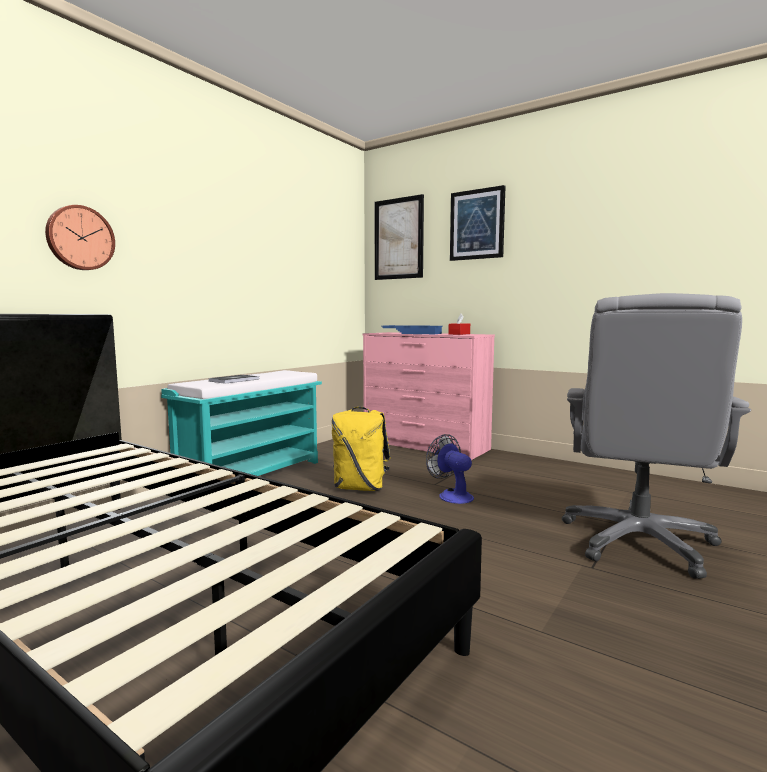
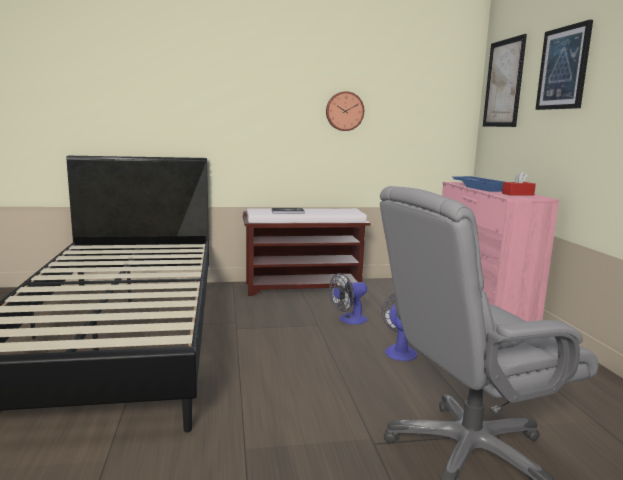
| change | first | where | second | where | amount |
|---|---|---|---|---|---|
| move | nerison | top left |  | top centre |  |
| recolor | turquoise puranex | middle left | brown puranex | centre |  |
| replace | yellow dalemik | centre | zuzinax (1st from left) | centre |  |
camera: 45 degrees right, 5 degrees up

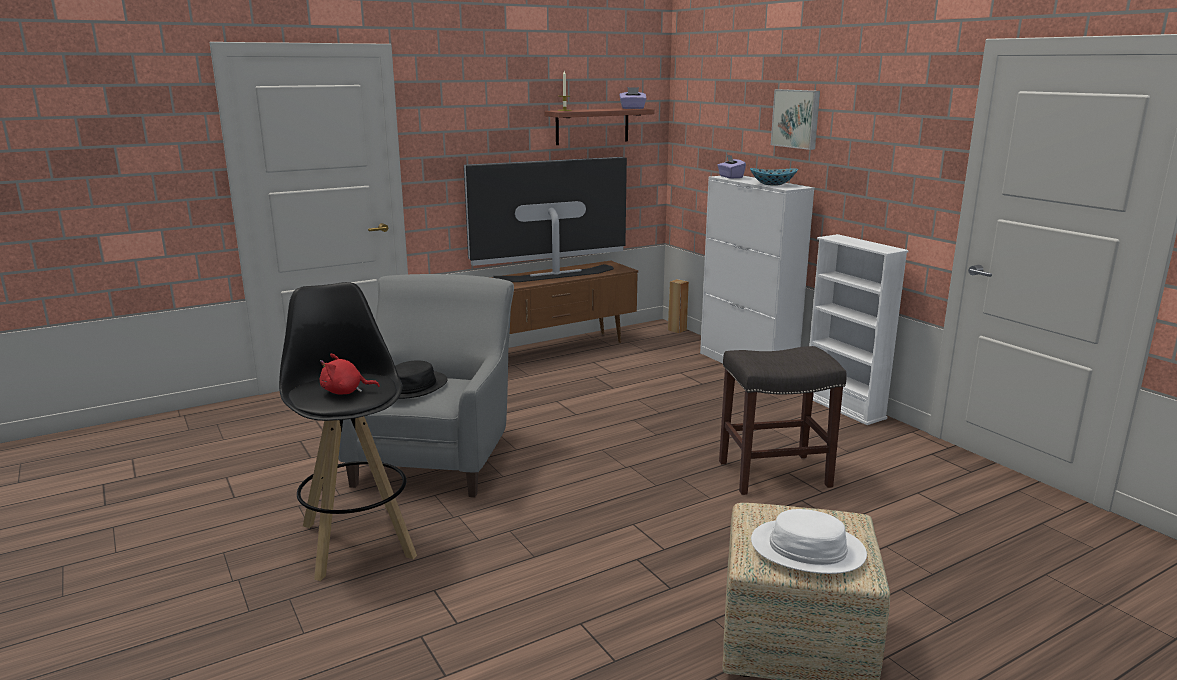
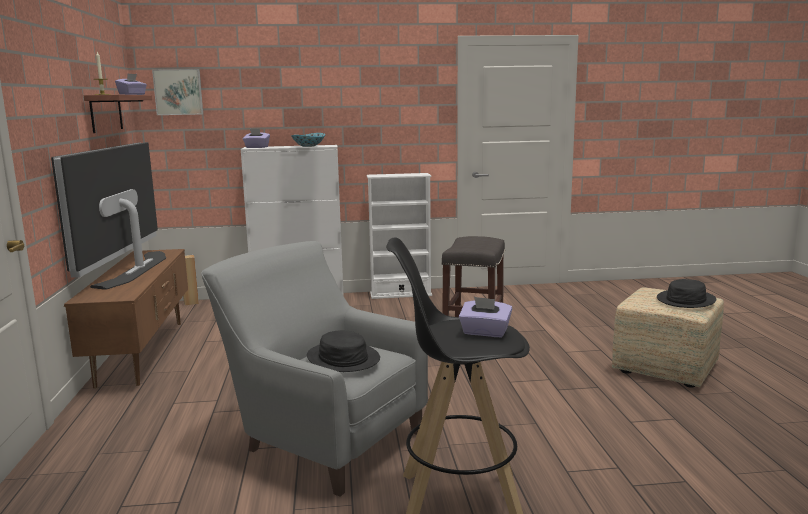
| change | first | where | second | where | amount |
|---|---|---|---|---|---|
| move | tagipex | top right |  | top left |  |
| replace | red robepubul | middle left | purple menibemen (3rd from left) | centre |  |
| recolor | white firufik | bottom right | black firufik (2nd from left) | middle right |  |
camera: 65 degrees left, 5 degrees down

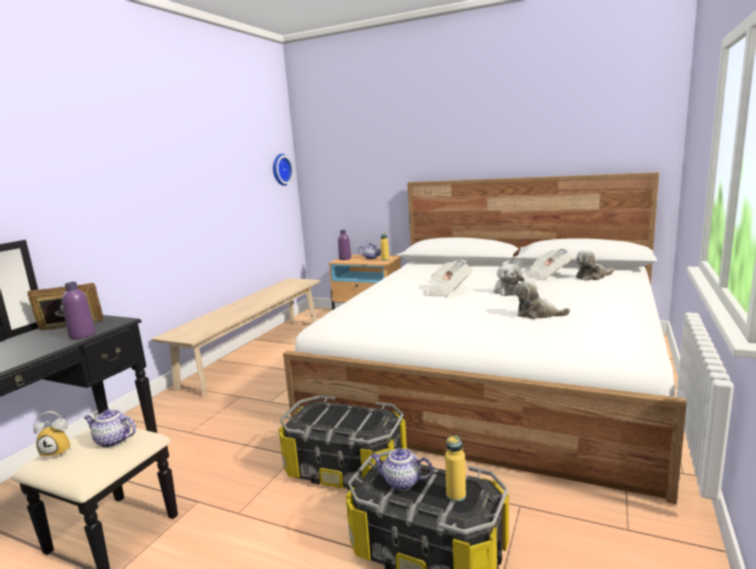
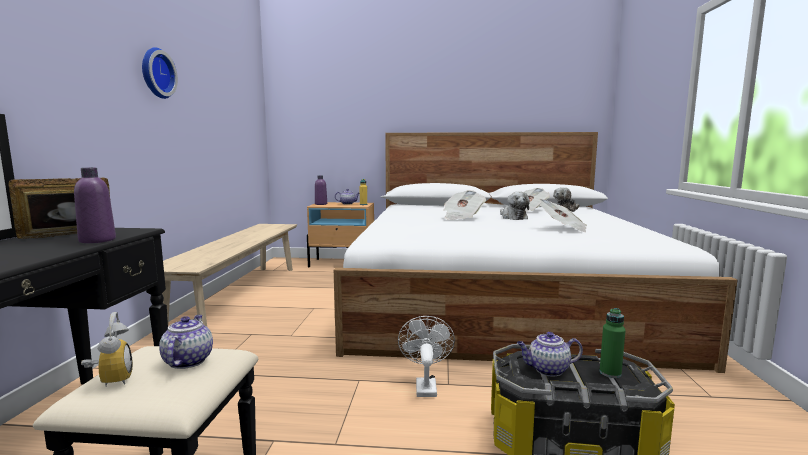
| change | first | where | second | where | amount |
|---|---|---|---|---|---|
| move | nerison | top centre |  | top left |  |
| replace | robepubul (2nd from left) | middle right | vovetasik (3rd from left) | middle right |  |
| replace | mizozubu (1st from left) | bottom centre | white zuzinax | bottom centre |  |
| rotate | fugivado (1st from left) | bottom left |  | bottom left | 90 degrees clockwise |
| rotate | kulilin | bottom left |  | bottom left | 90 degrees counterclockwise |
| recolor | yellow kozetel (2nd from left) | bottom centre | green kozetel | bottom right |  |
camera: 20 degrees left, 5 degrees down

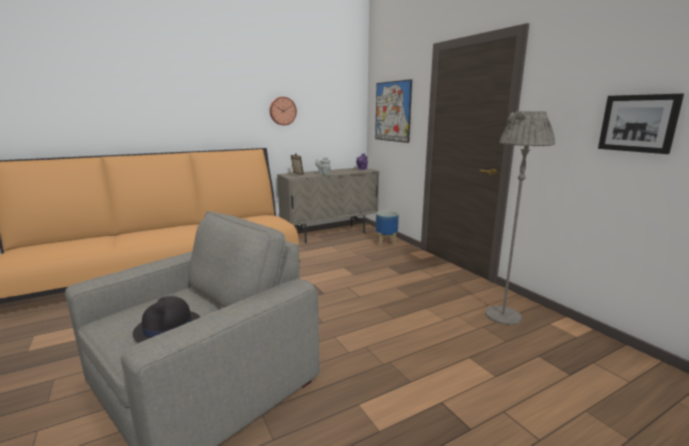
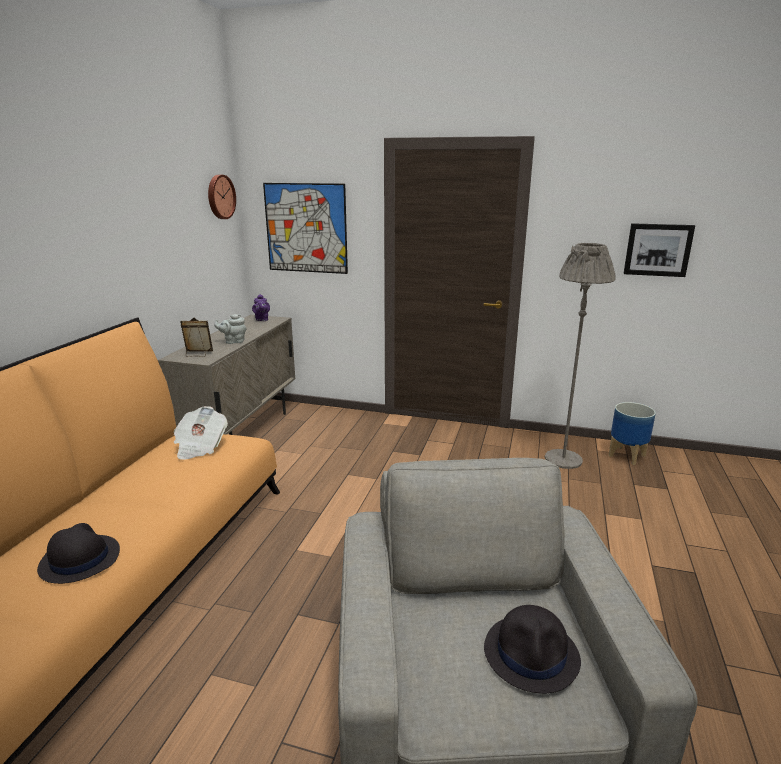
| change | first | where | second | where | amount |
|---|---|---|---|---|---|
| move | nerison | top centre |  | top left |  |
| move | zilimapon | centre |  | middle right |  |
| insert |  |  | vovetasik | middle left |  |
| insert |  |  | black firufik (1st from left) | bottom left |  |
camera: 45 degrees left, 5 degrees up

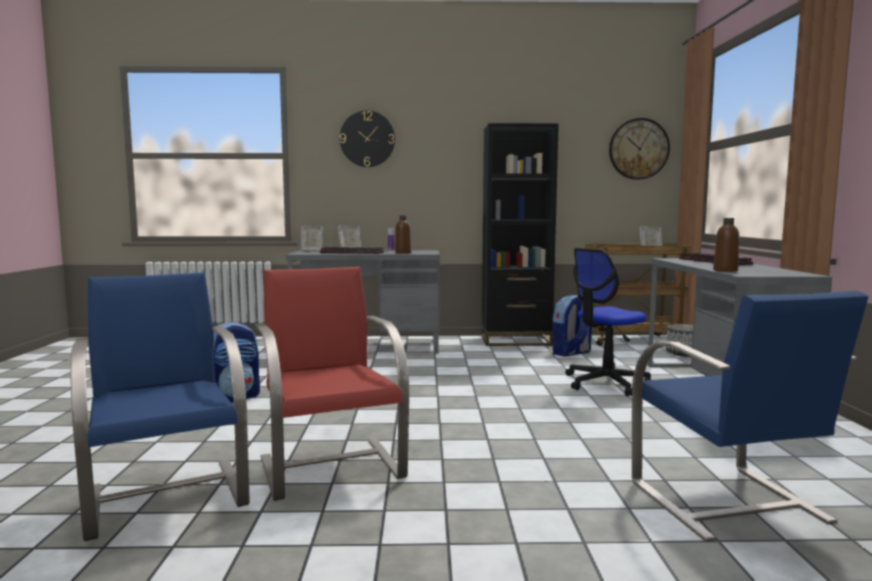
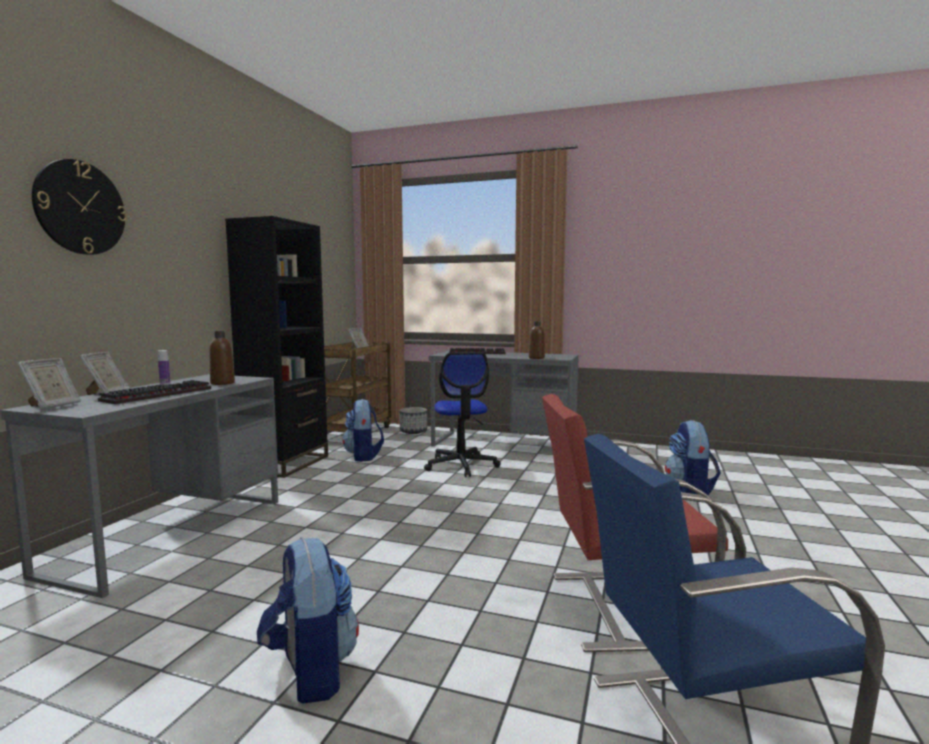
| change | first | where | second | where | amount |
|---|---|---|---|---|---|
| delete | nerison (2nd from left) | top right |  |  |  |
| replace | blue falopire (2nd from left) | bottom right | dalemik (3rd from left) | middle right |  |
camera: 70 degrees left, 0 degrees up

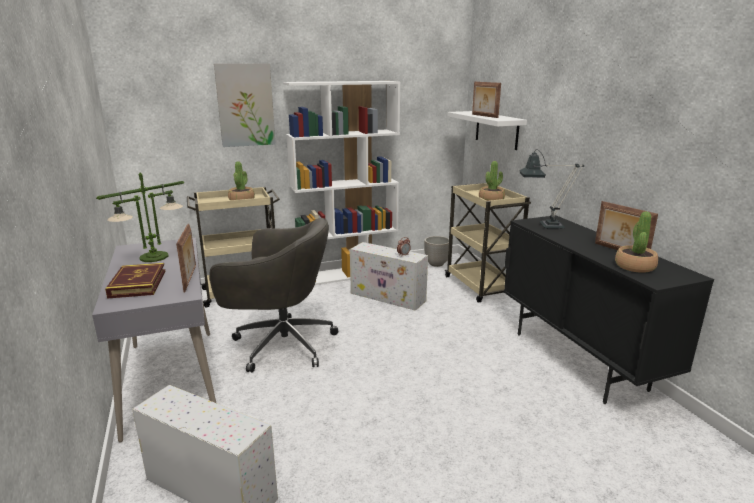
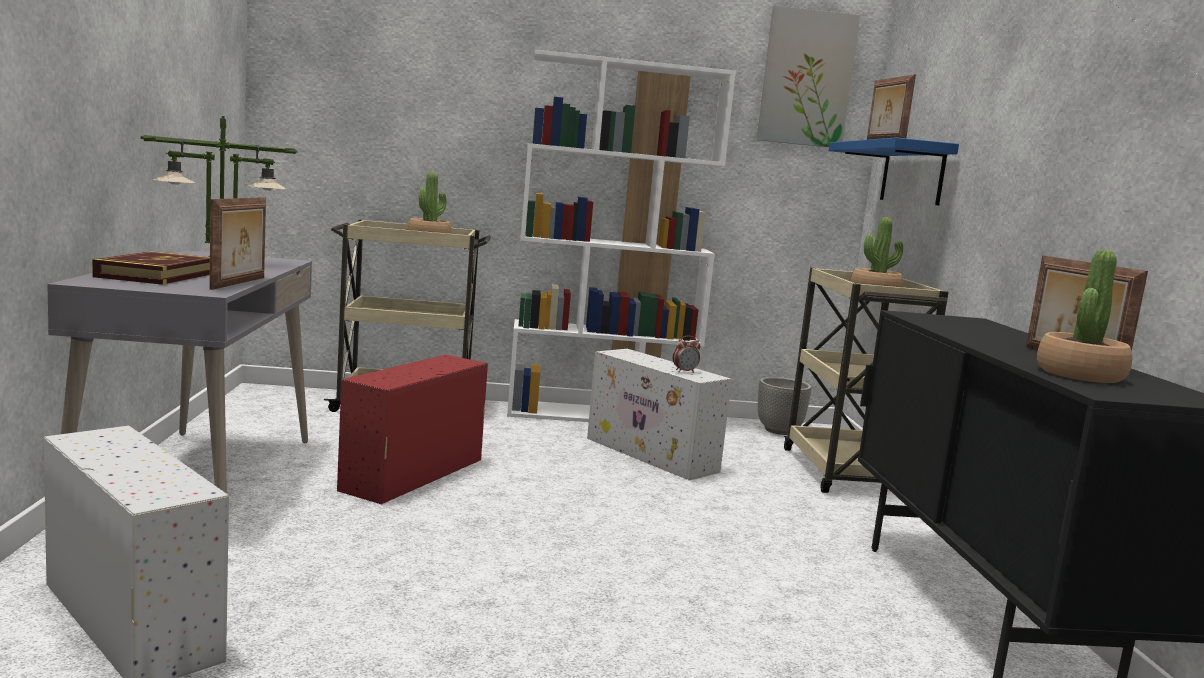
| change | first | where | second | where | amount |
|---|---|---|---|---|---|
| move | tagipex | top left |  | top right |  |
| recolor | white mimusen | top centre | blue mimusen | top right |  |
| delete | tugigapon (2nd from left) | middle right |  |  |  |
| replace | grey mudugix | centre | red mizozubu | centre |  |
camera: 15 degrees right, 10 degrees down

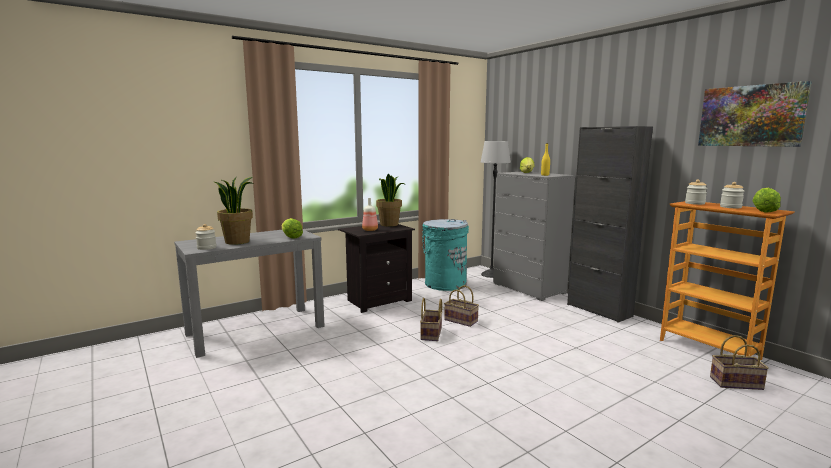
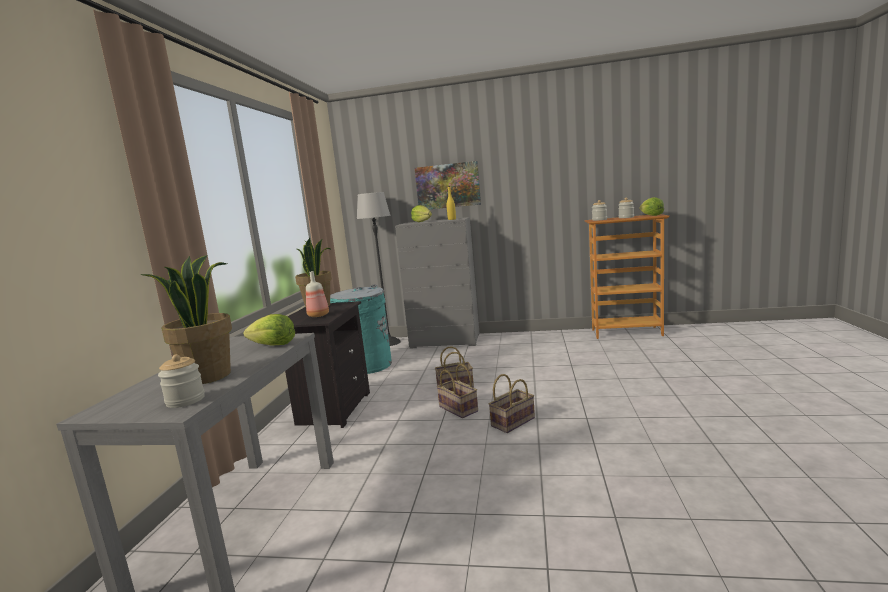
| change | first | where | second | where | amount |
|---|---|---|---|---|---|
| move | tagipex | top right |  | top centre |  |
| delete | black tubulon | middle right |  |  |  |
| move | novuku (3rd from left) | bottom right |  | bottom centre |  |
camera: 45 degrees left, 0 degrees up

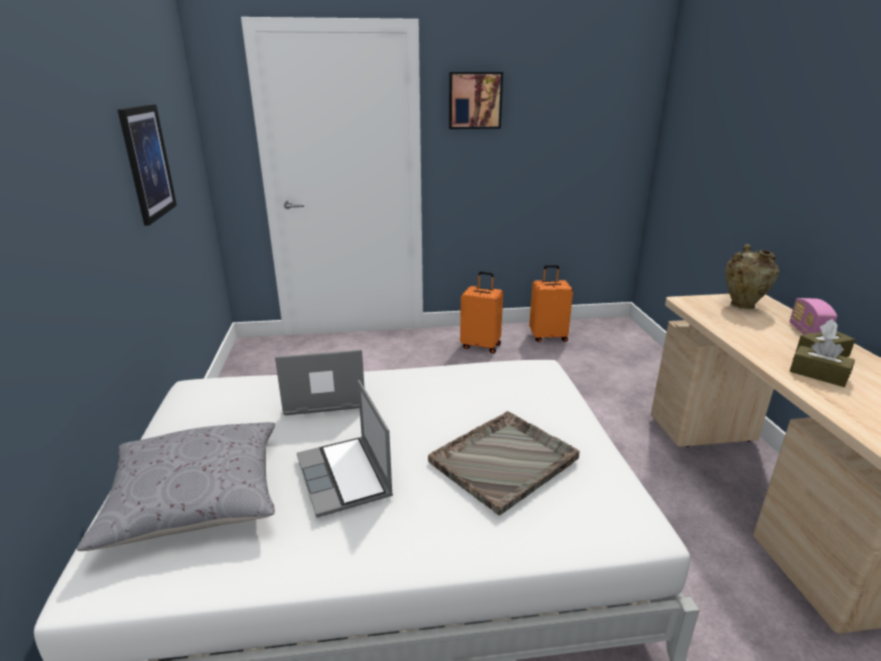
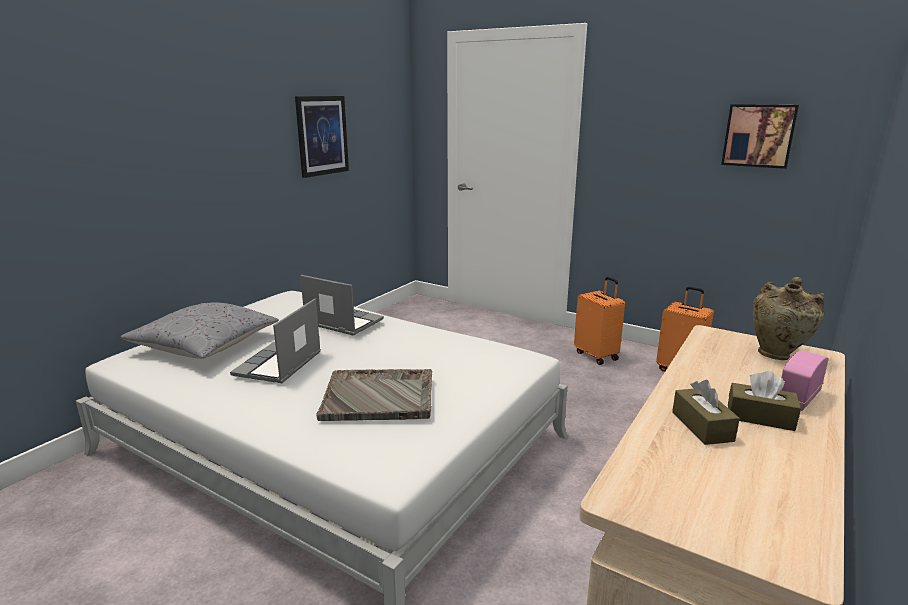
| change | first | where | second | where | amount |
|---|---|---|---|---|---|
| move | tagipex (2nd from left) | top centre |  | top right |  |
camera: 40 degrees right, 5 degrees down

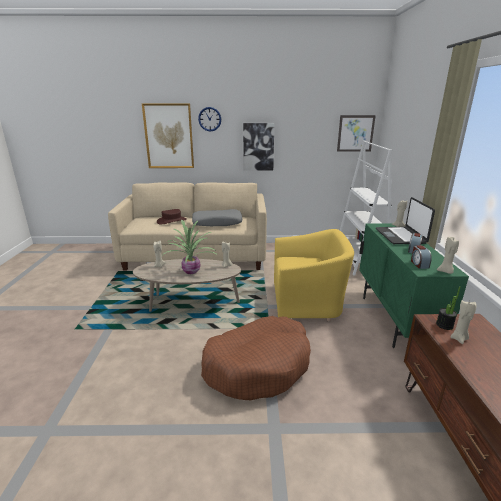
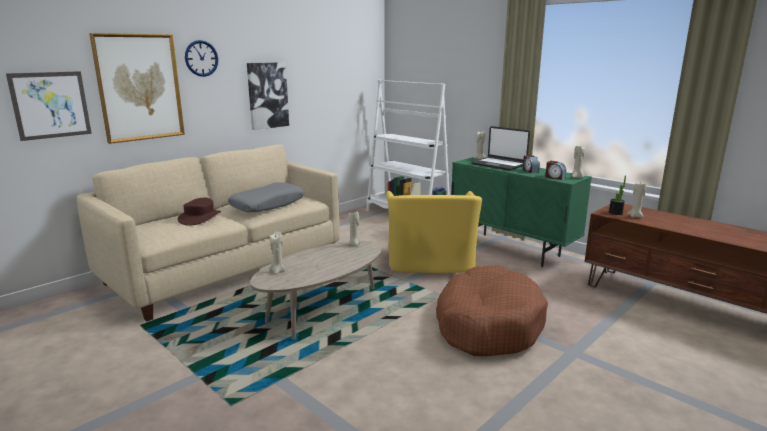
| change | first | where | second | where | amount |
|---|---|---|---|---|---|
| move | tagipex (3rd from left in the first image) | top right | tagipex (1st from left) | top left |  |
| delete | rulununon (1st from left) | centre |  |  |  |
| rotate | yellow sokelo | centre |  | centre | 135 degrees clockwise |
camera: 45 degrees left, 5 degrees down

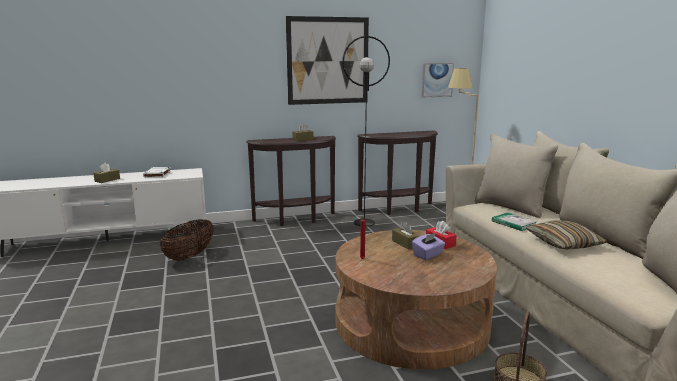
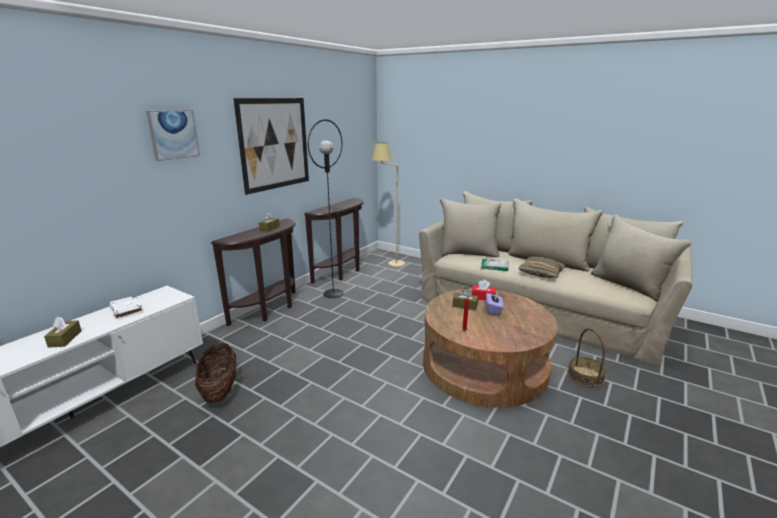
| change | first | where | second | where | amount |
|---|---|---|---|---|---|
| move | tagipex (2nd from left in the first image) | top centre | tagipex (1st from left) | top left |  |
camera: 40 degrees left, 5 degrees up

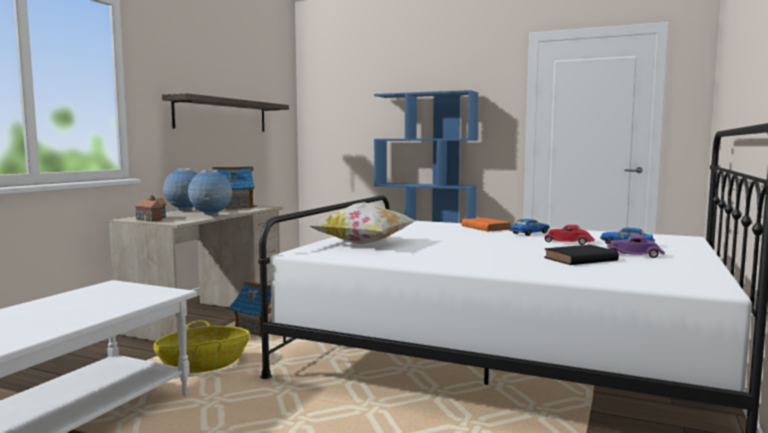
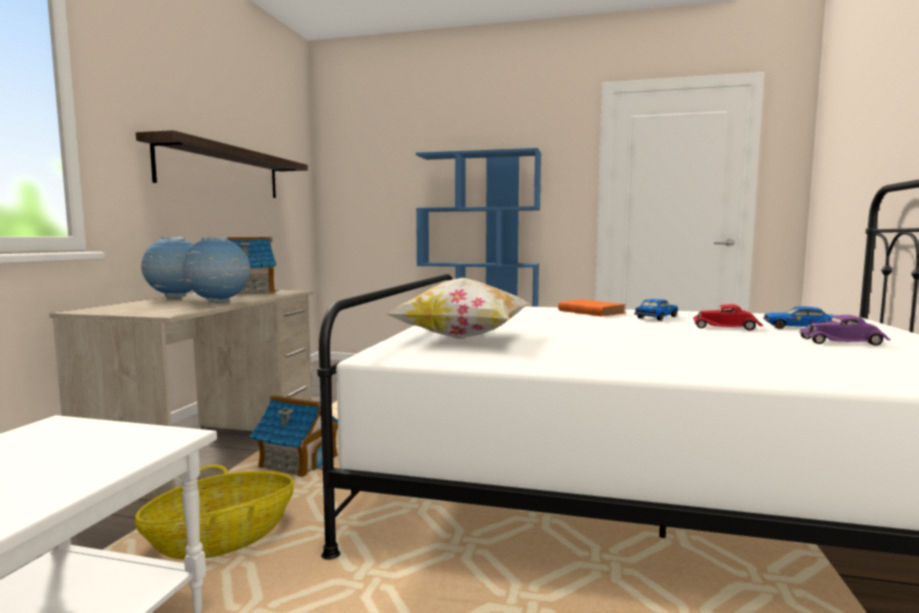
| change | first | where | second | where | amount |
|---|---|---|---|---|---|
| delete | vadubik (1st from left) | middle left |  |  |  |
| delete | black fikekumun | middle right |  |  |  |
camera: 10 degrees left, 0 degrees up

